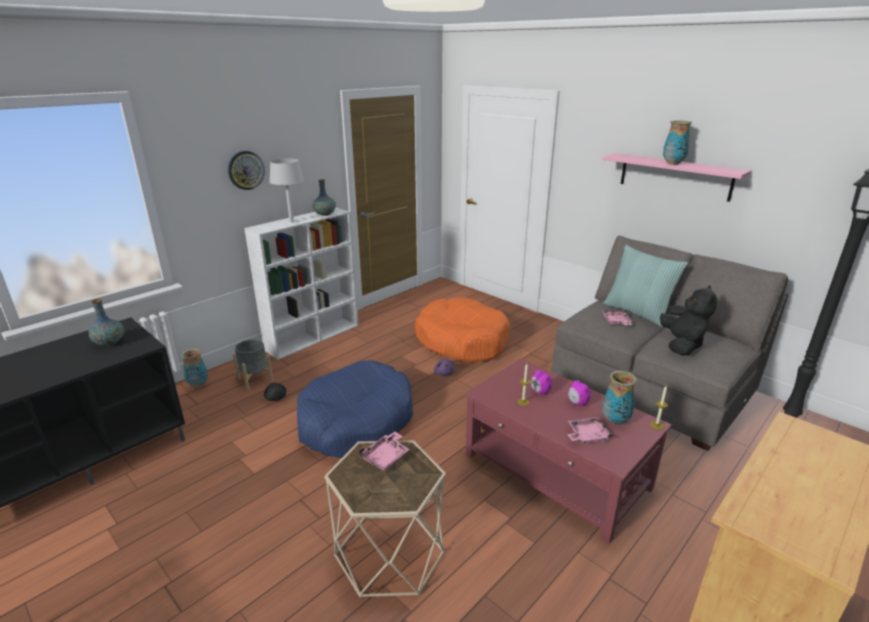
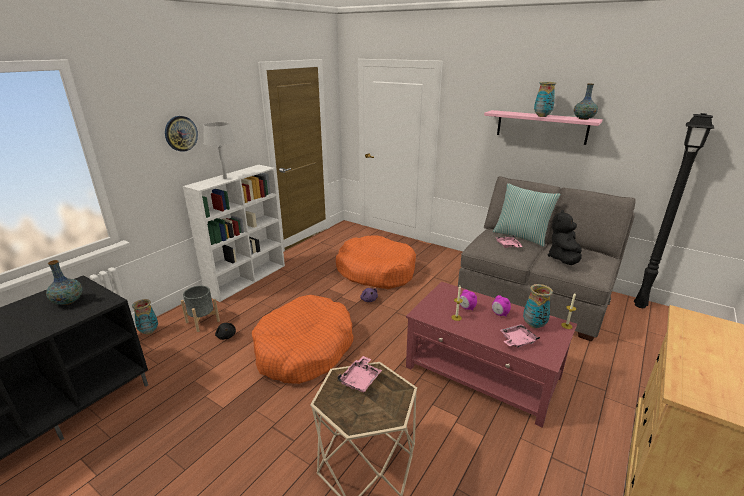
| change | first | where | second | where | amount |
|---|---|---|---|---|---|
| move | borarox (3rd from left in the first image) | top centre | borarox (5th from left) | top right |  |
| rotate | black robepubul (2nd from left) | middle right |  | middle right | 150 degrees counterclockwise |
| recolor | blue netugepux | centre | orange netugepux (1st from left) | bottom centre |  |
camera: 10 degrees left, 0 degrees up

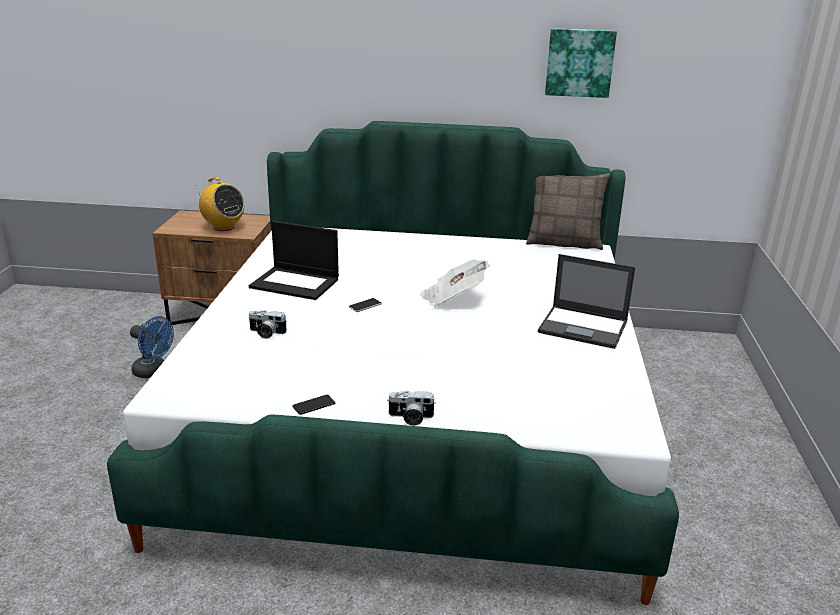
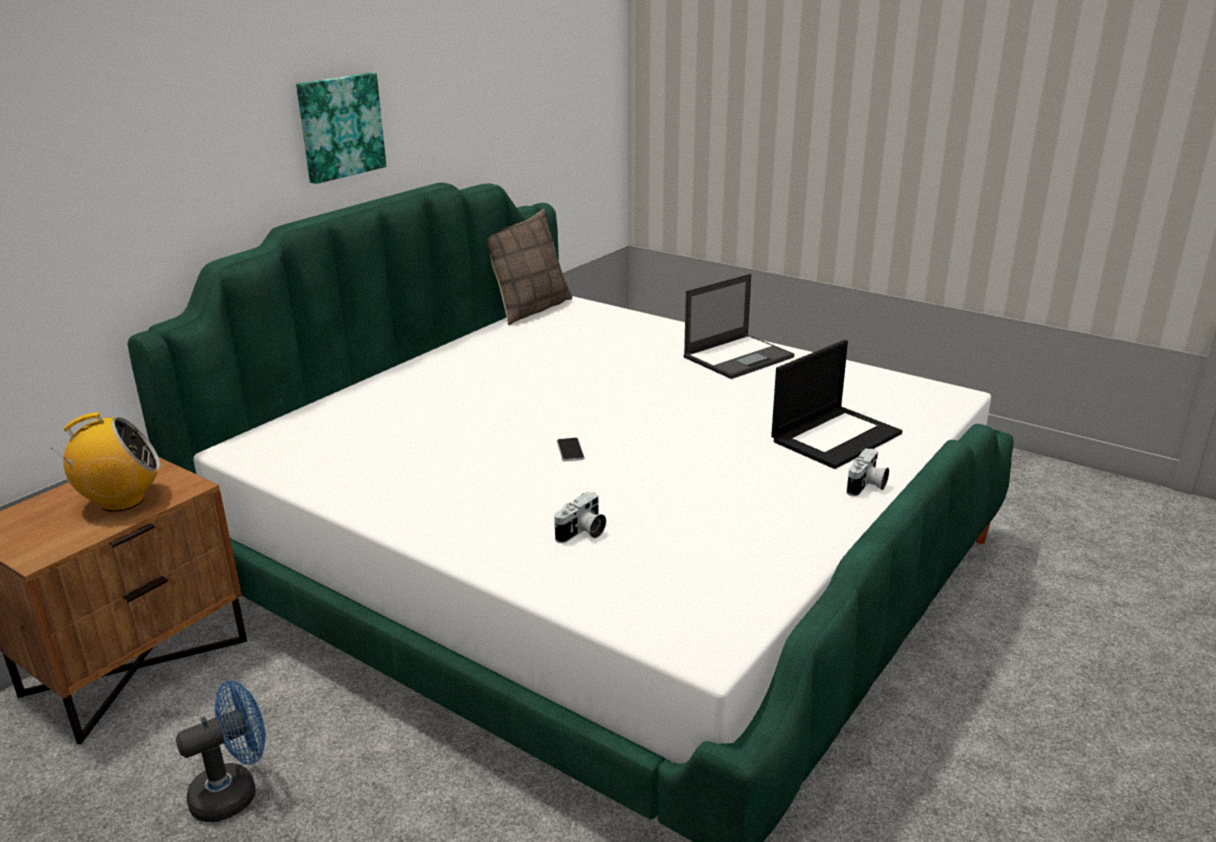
| change | first | where | second | where | amount |
|---|---|---|---|---|---|
| move | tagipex | top right |  | top left |  |
| move | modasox (1st from left in the first image) | centre | modasox (2nd from left) | middle right |  |
| delete | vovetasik | centre |  |  |  |
| delete | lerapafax (1st from left) | centre |  |  |  |
camera: 60 degrees left, 0 degrees up

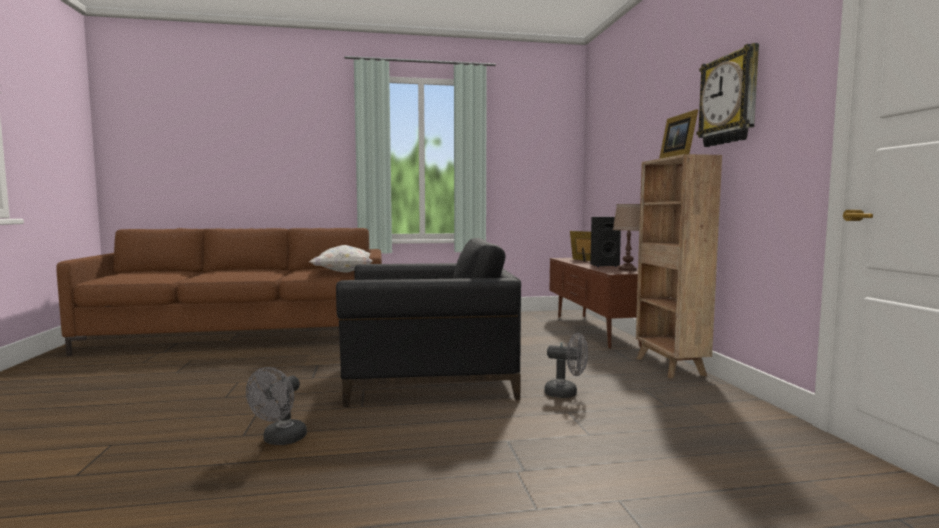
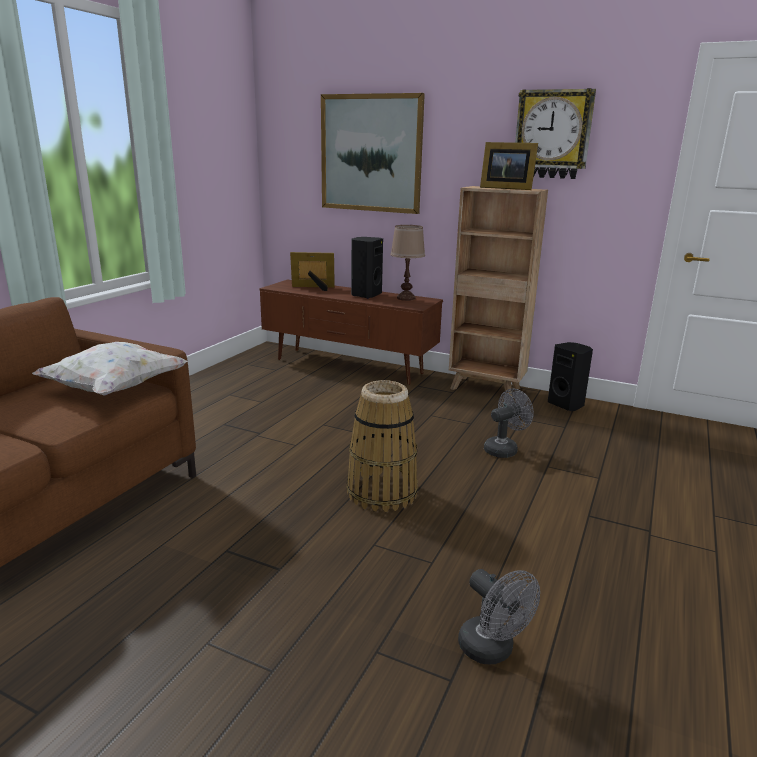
| change | first | where | second | where | amount |
|---|---|---|---|---|---|
| replace | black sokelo | centre | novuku | centre |  |
| insert |  |  | tagipex | top centre |  |
| insert |  |  | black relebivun (2nd from left) | middle right |  |
camera: 55 degrees left, 15 degrees up

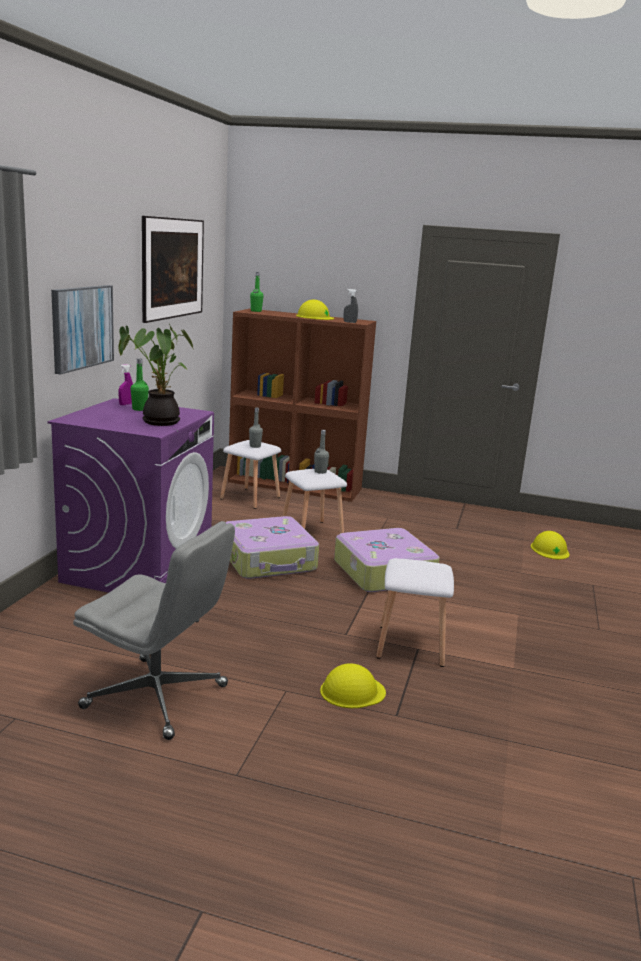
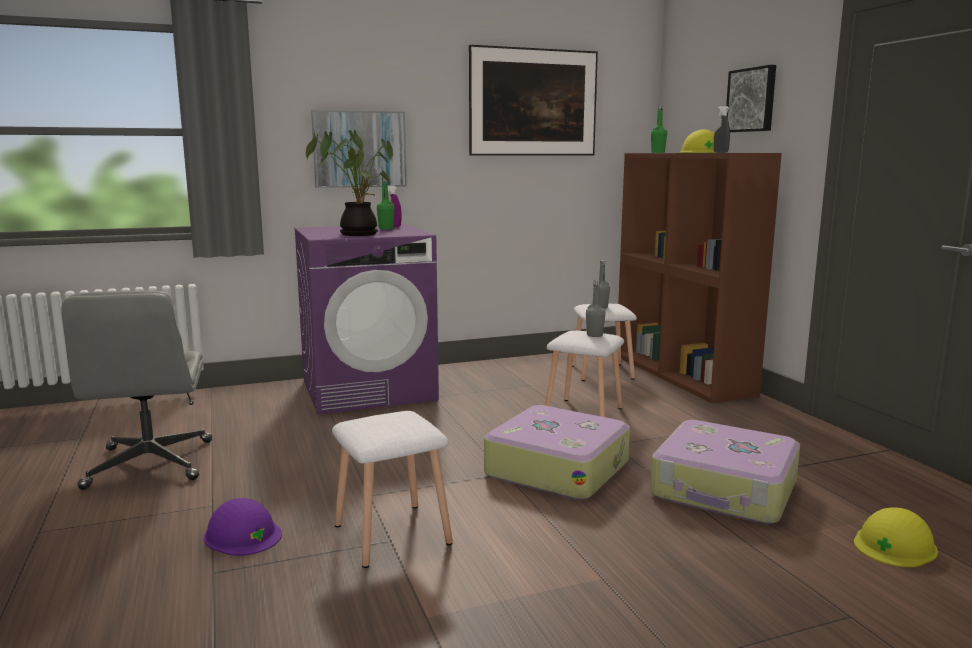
| change | first | where | second | where | amount |
|---|---|---|---|---|---|
| move | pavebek (1st from left in the first image) | centre | pavebek (2nd from left) | bottom right |  |
| recolor | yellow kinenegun (2nd from left) | bottom centre | purple kinenegun | bottom left |  |
| insert |  |  | tagipex (3rd from left) | top right |  |
camera: 55 degrees right, 5 degrees down

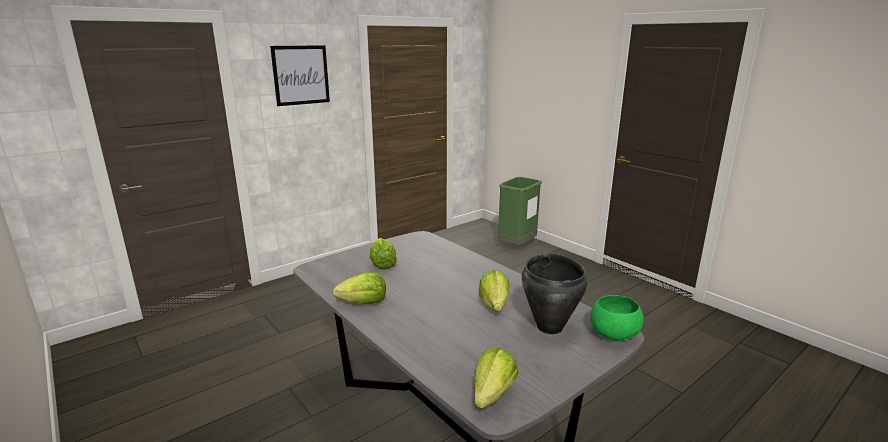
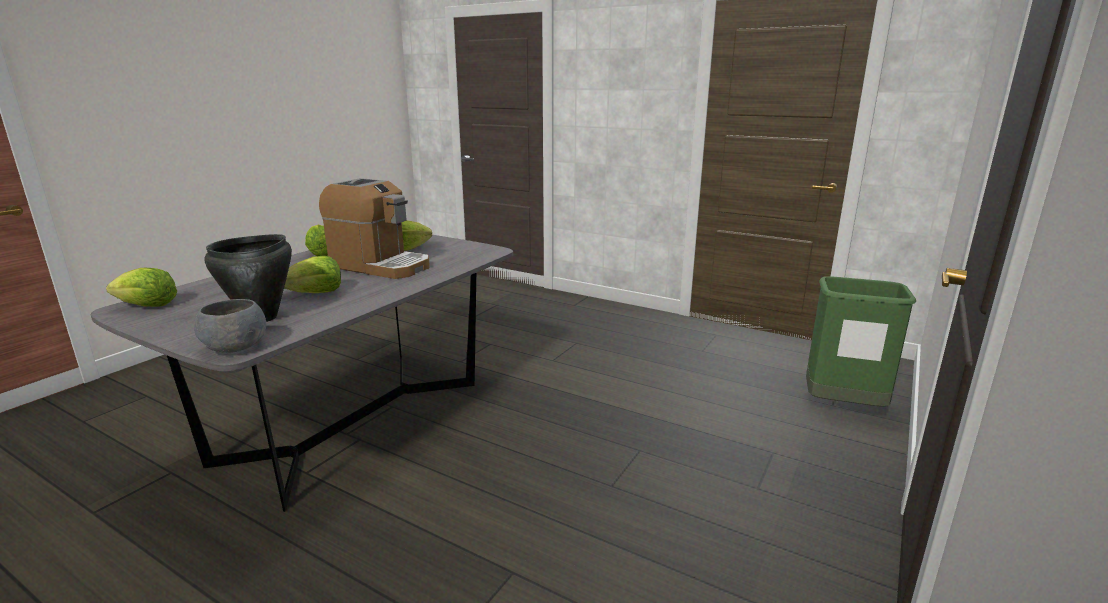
| change | first | where | second | where | amount |
|---|---|---|---|---|---|
| delete | tagipex | top centre |  |  |  |
| recolor | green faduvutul | bottom right | grey faduvutul | middle left |  |
| insert |  |  | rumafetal | centre |  |
camera: 70 degrees right, 0 degrees up

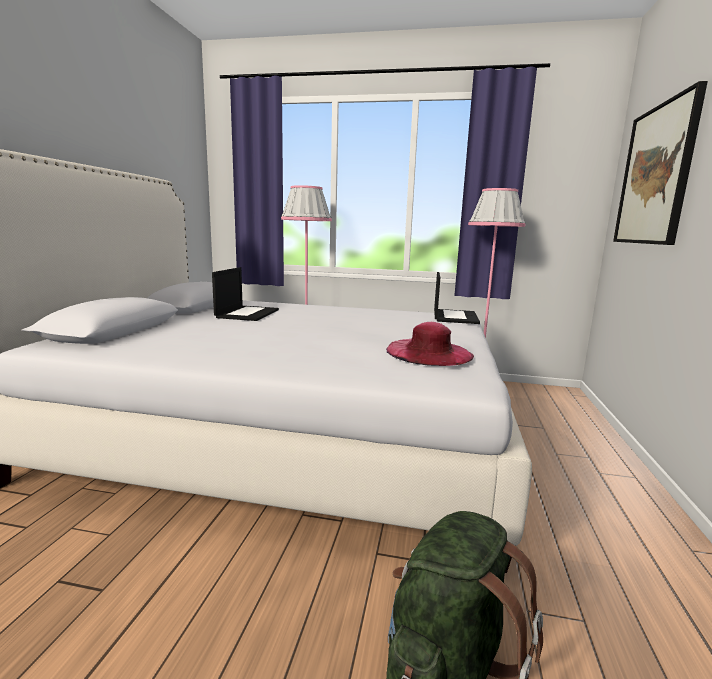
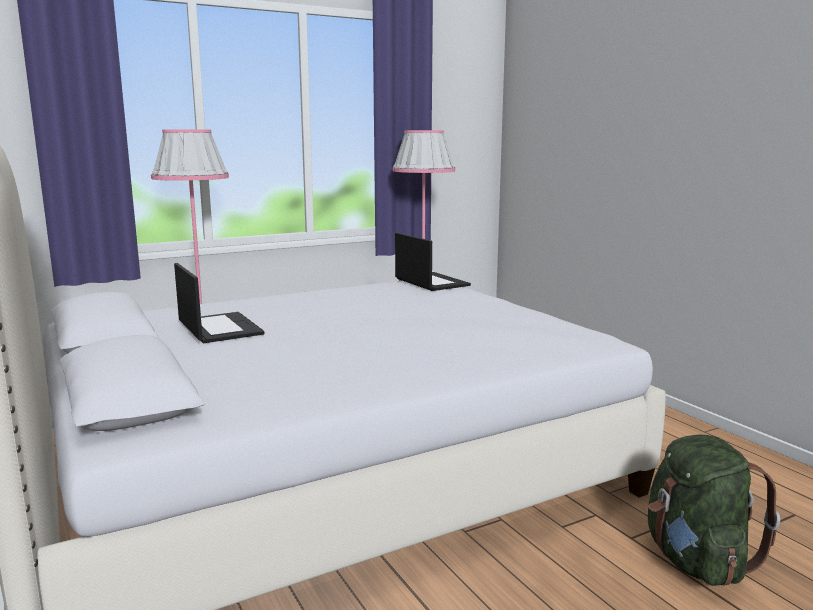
| change | first | where | second | where | amount |
|---|---|---|---|---|---|
| delete | tagipex | top right |  |  |  |
| delete | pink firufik | centre |  |  |  |
camera: 40 degrees left, 0 degrees up

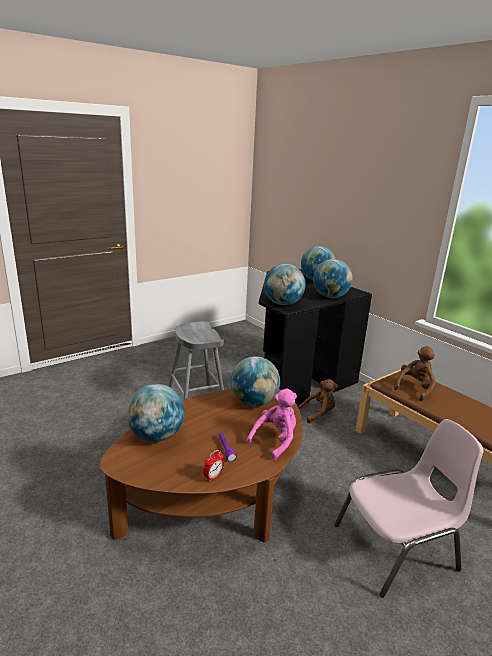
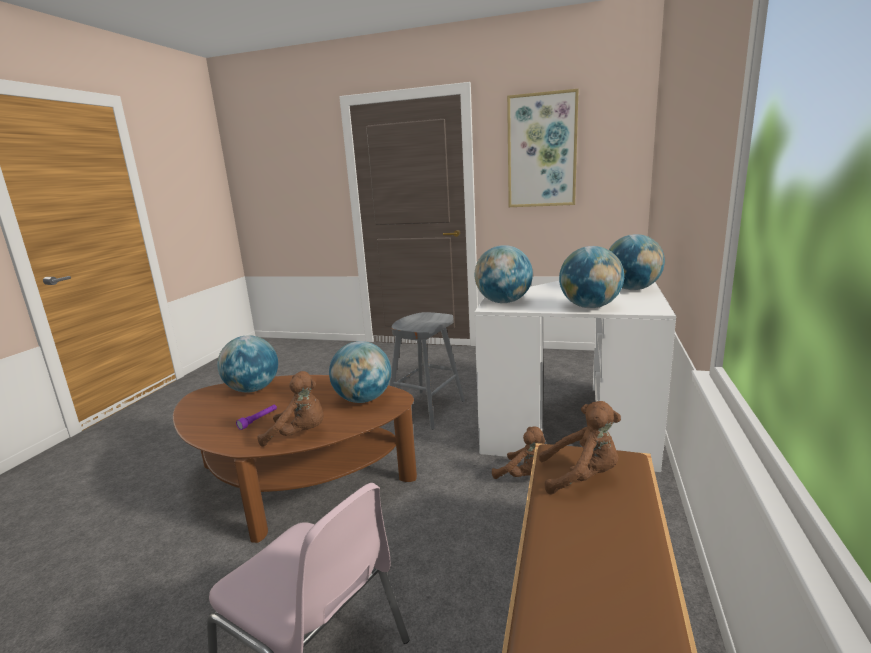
| change | first | where | second | where | amount |
|---|---|---|---|---|---|
| recolor | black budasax | centre | white budasax | centre |  |
| recolor | pink robepubul | centre | brown robepubul (1st from left) | middle left |  |
| delete | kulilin | bottom centre |  |  |  |
| insert |  |  | tagipex | top centre |  |
camera: 55 degrees right, 5 degrees down

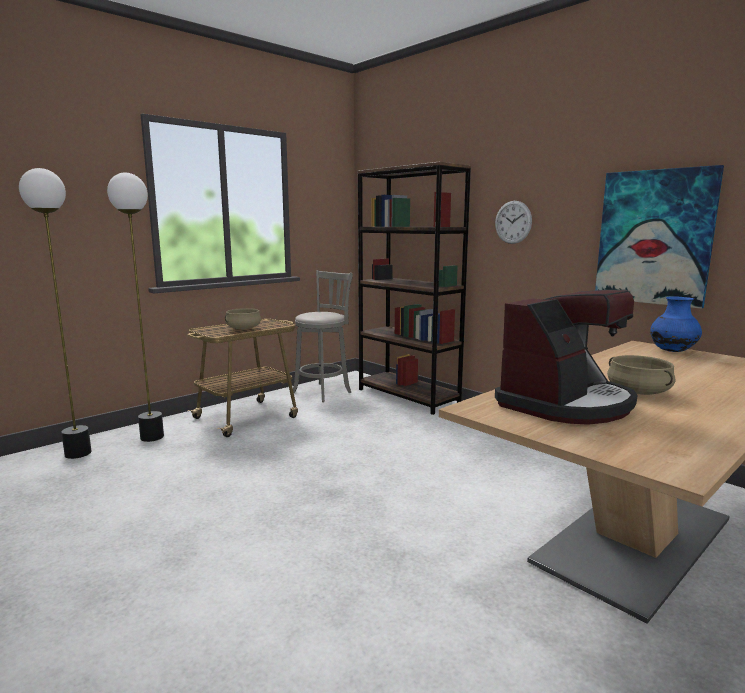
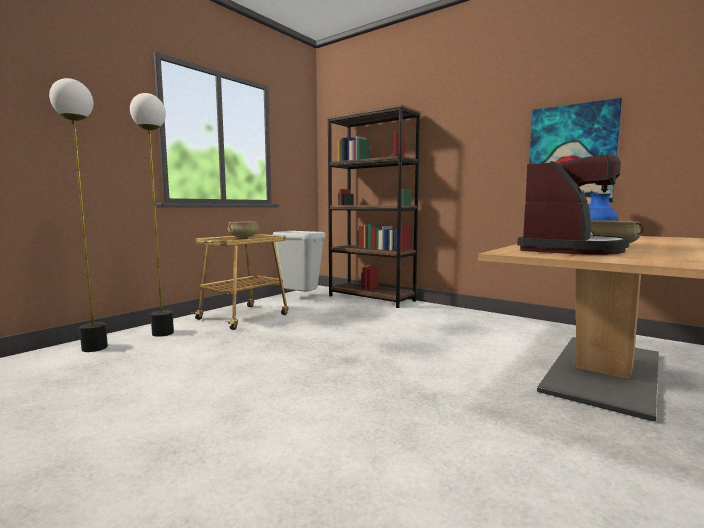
| change | first | where | second | where | amount |
|---|---|---|---|---|---|
| delete | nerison | top right |  |  |  |
| replace | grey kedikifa | centre | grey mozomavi | centre |  |
camera: 10 degrees left, 5 degrees down

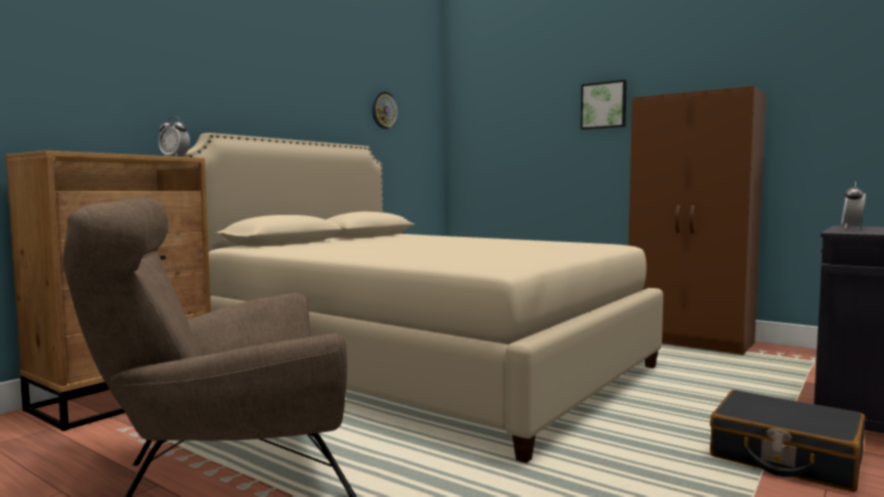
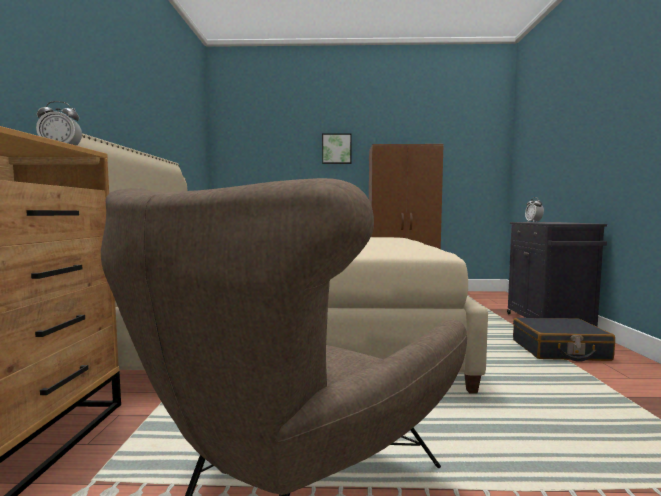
| change | first | where | second | where | amount |
|---|---|---|---|---|---|
| delete | nerison | top centre |  |  |  |
camera: 35 degrees left, 0 degrees up

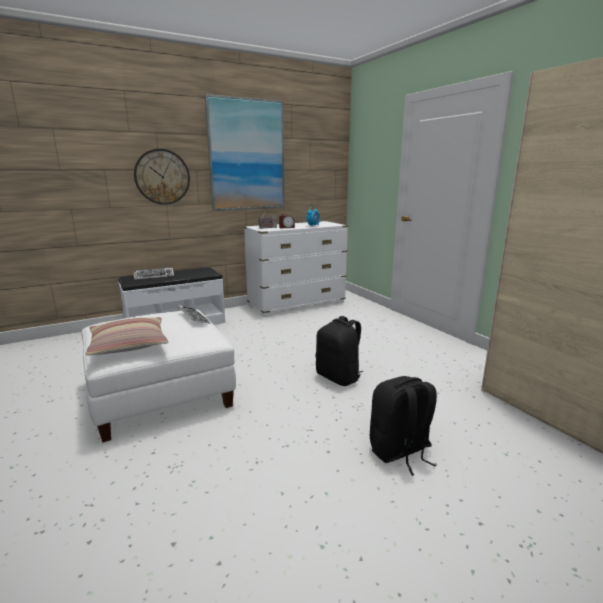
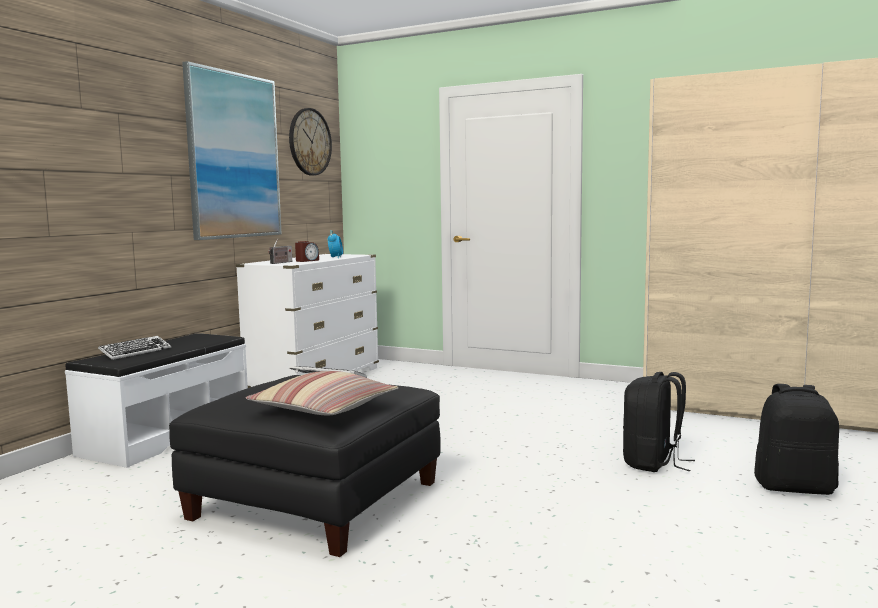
| change | first | where | second | where | amount |
|---|---|---|---|---|---|
| move | nerison | top left |  | top centre |  |
| recolor | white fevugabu | middle left | black fevugabu | bottom centre |  |
| move | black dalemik (1st from left in the first image) | centre | black dalemik (2nd from left) | bottom right |  |
camera: 35 degrees left, 10 degrees down

